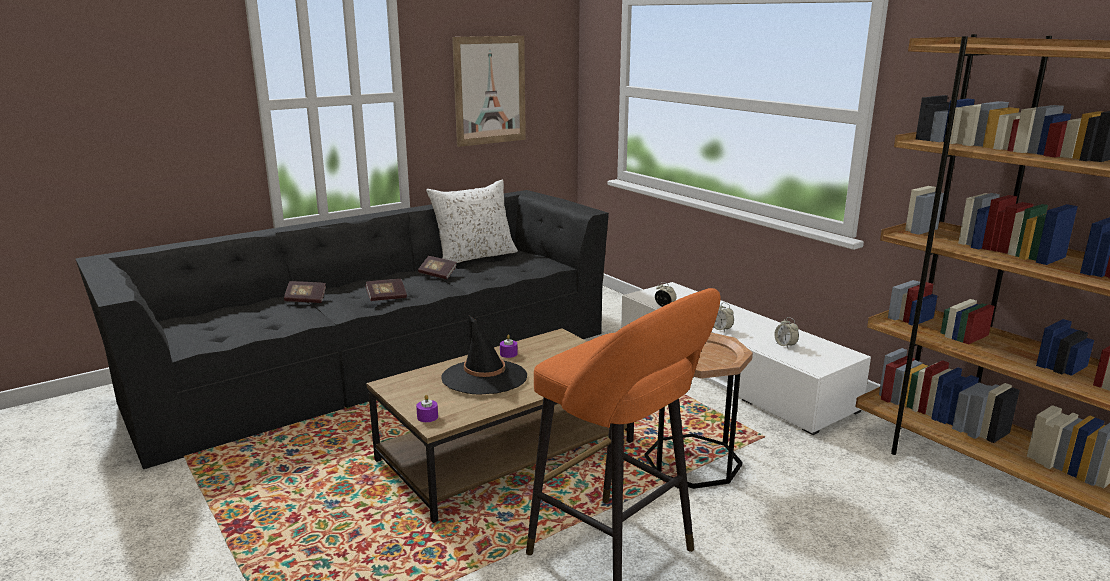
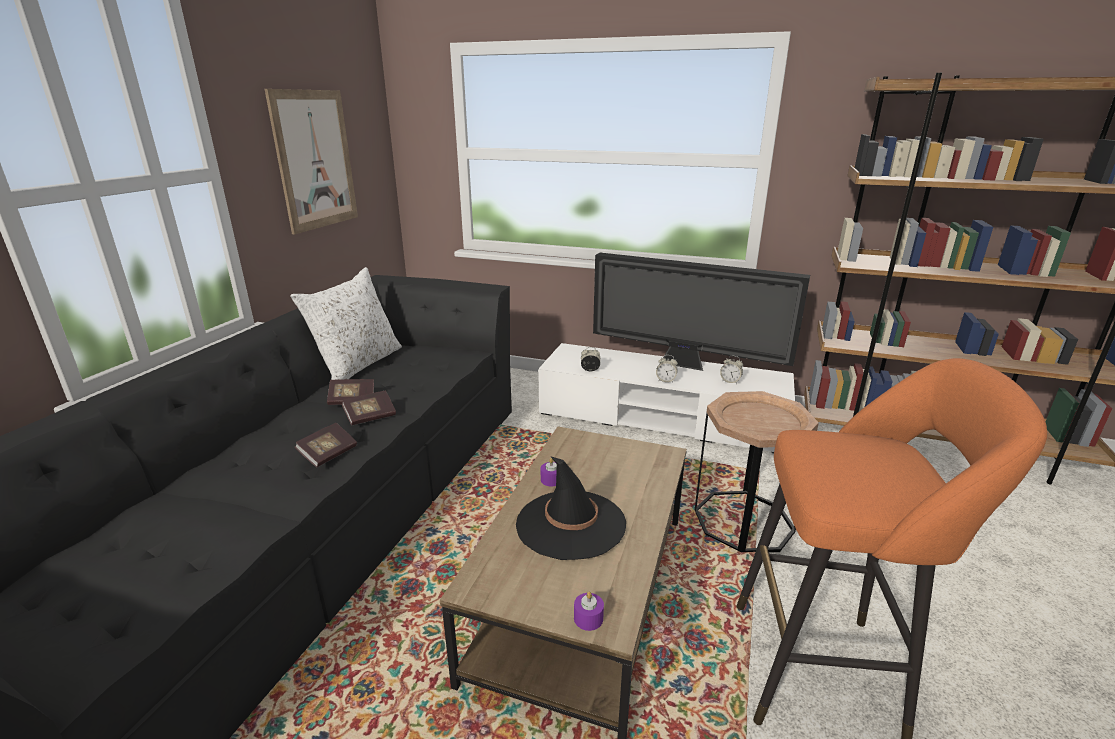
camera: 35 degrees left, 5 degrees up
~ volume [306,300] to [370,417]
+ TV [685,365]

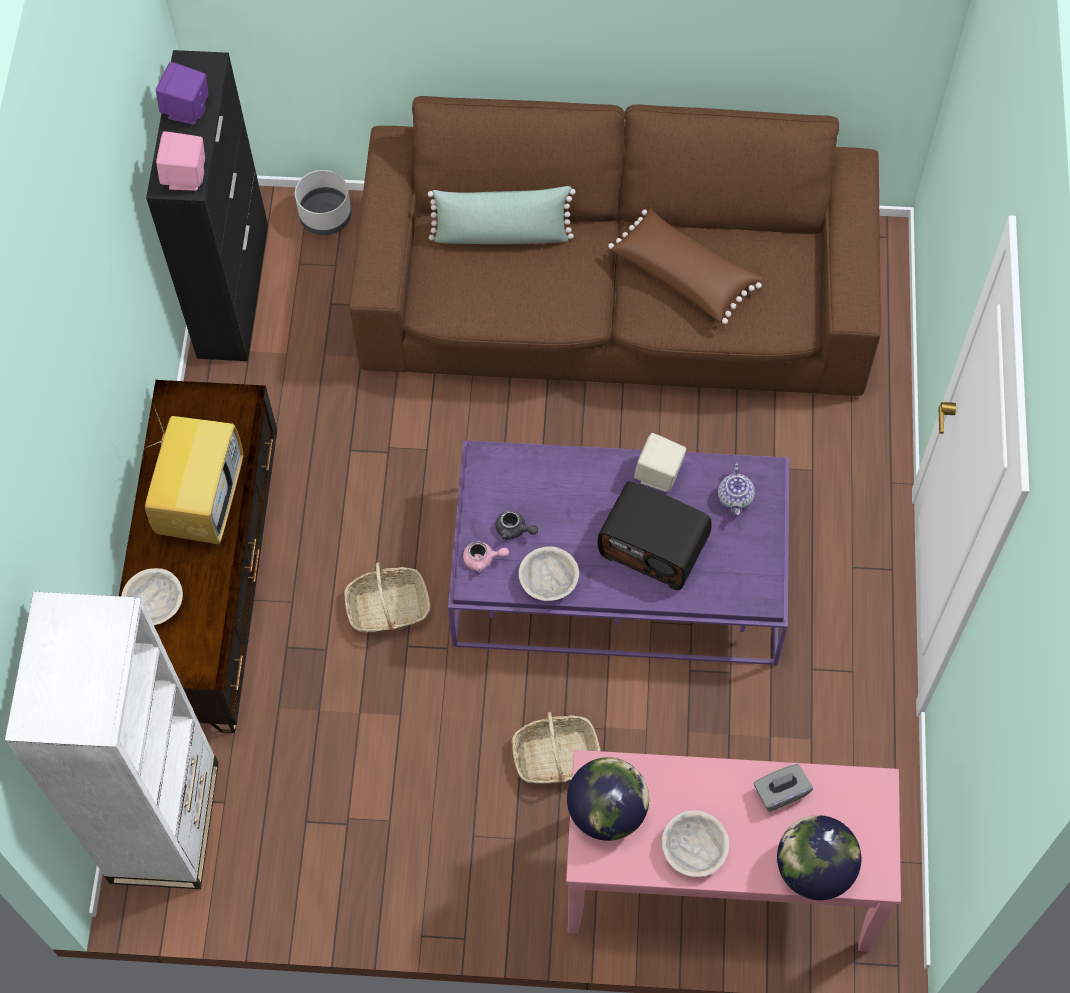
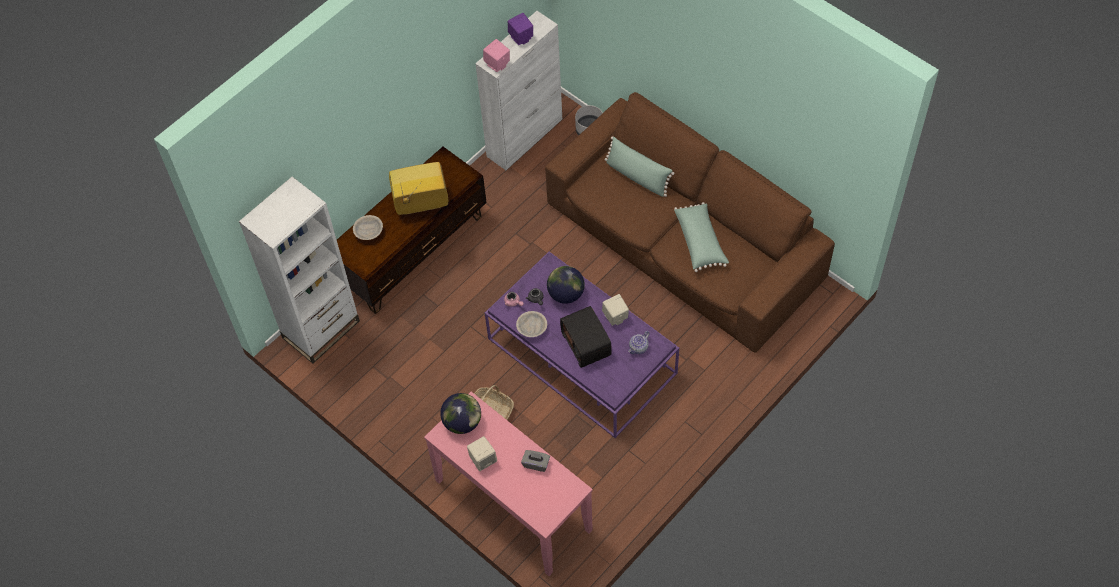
camera: 40 degrees right, 5 degrees down
~ black-coloured cabinet [233,289] to white cabinet [525,137]
~ brown-coloured cushion [684,274] to green-coloured cushion [700,241]
~ TV [201,499] = [420,204] 150 degrees counterclockwise
- household basket [388,608]
~ sand-coloured deep dish [694,848] to sand-coloured audio speaker [483,460]
~ world globe [813,868] to [566,294]

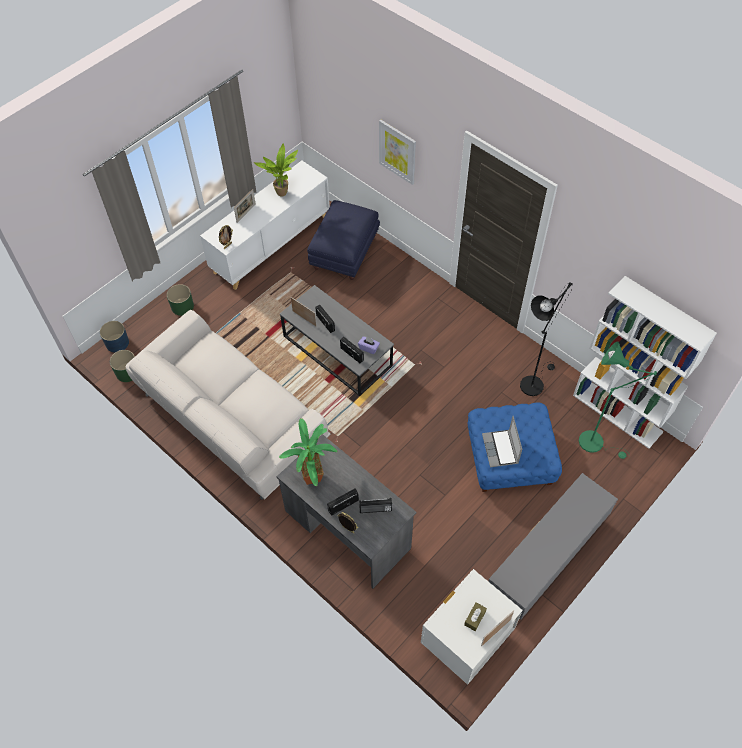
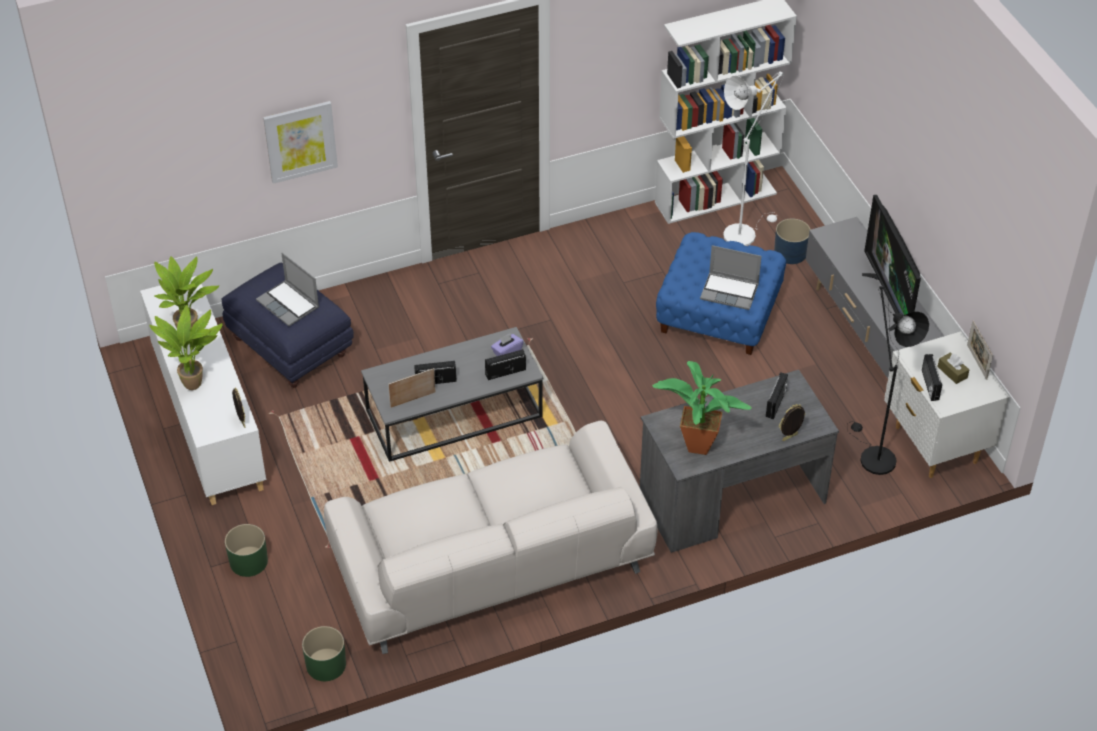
camera: 65 degrees left, 10 degrees down
~ photo frame [246,213] to potted plant [195,383]
~ black-coloured standard lamp [534,382] to [873,456]
~ blue planter [117,343] to [790,252]
~ green-coloured standard lamp [596,443] to white standard lamp [743,232]
~ radio set [343,505] to [929,385]
+ TV [890,299]
+ portable computer [289,304]

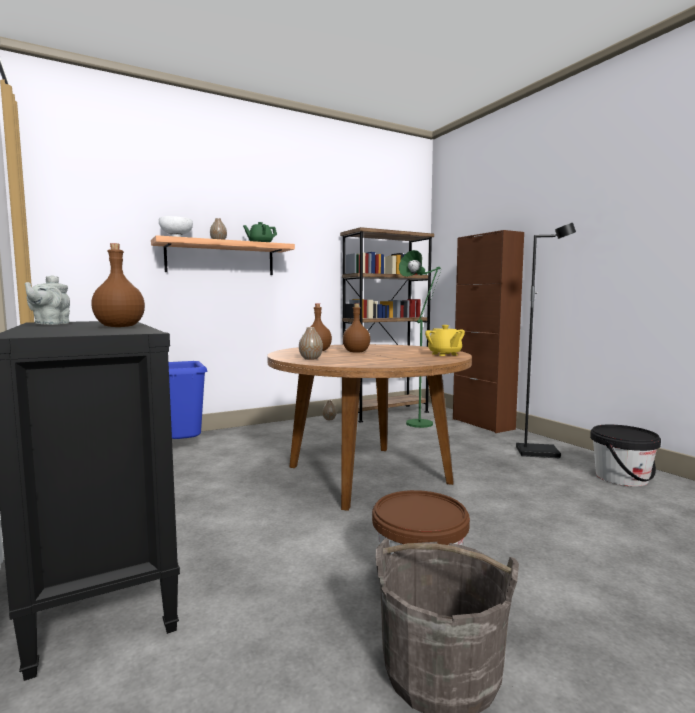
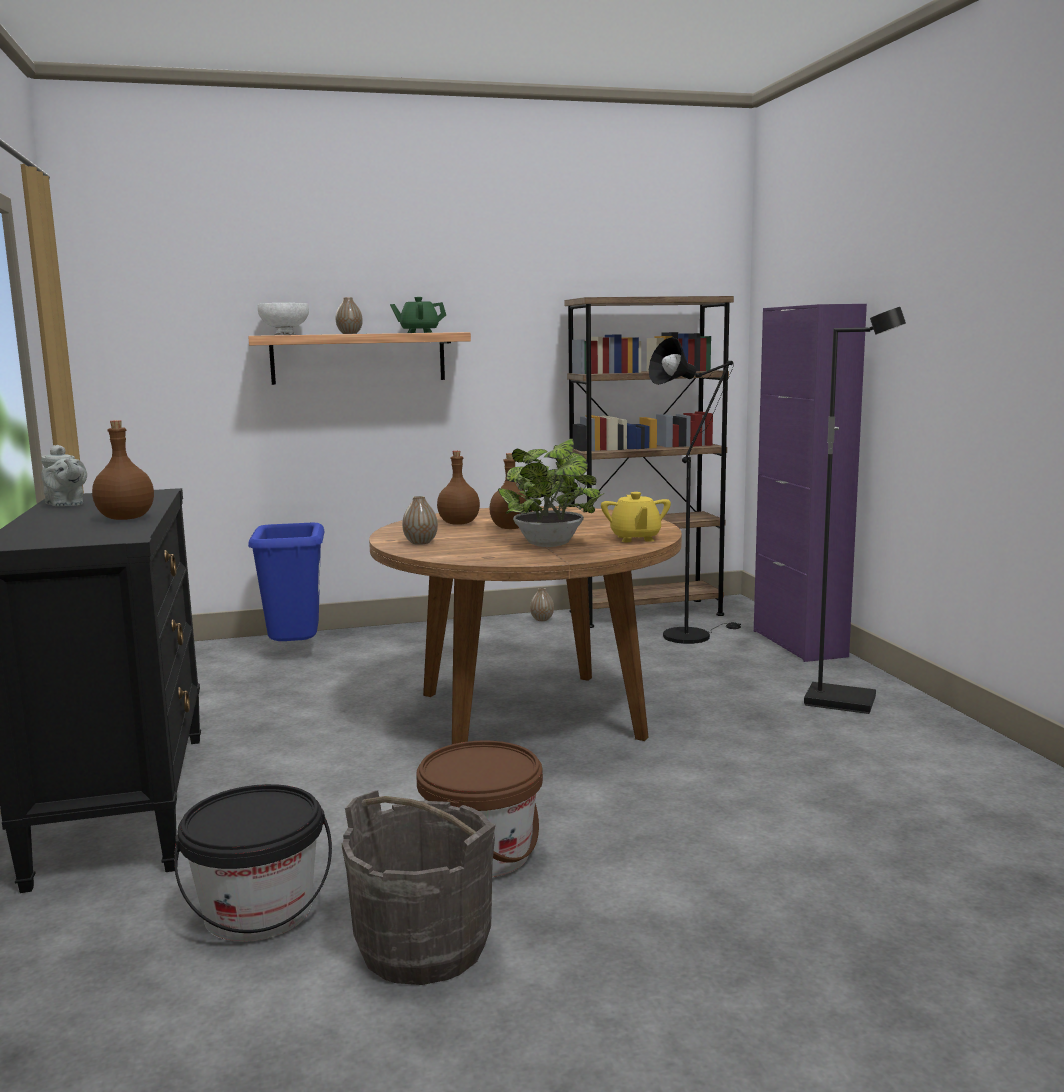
camera: 15 degrees right, 5 degrees up
~ brown-coloured cabinet [482,424] to purple-coloured cabinet [799,643]
~ green-coloured standard lamp [421,422] to black-coloured standard lamp [692,634]
~ gray teapot [50,324] = [66,505] 60 degrees counterclockwise
~ black-coloured water bucket [621,478] to [258,912]
+ potted plant [551,545]

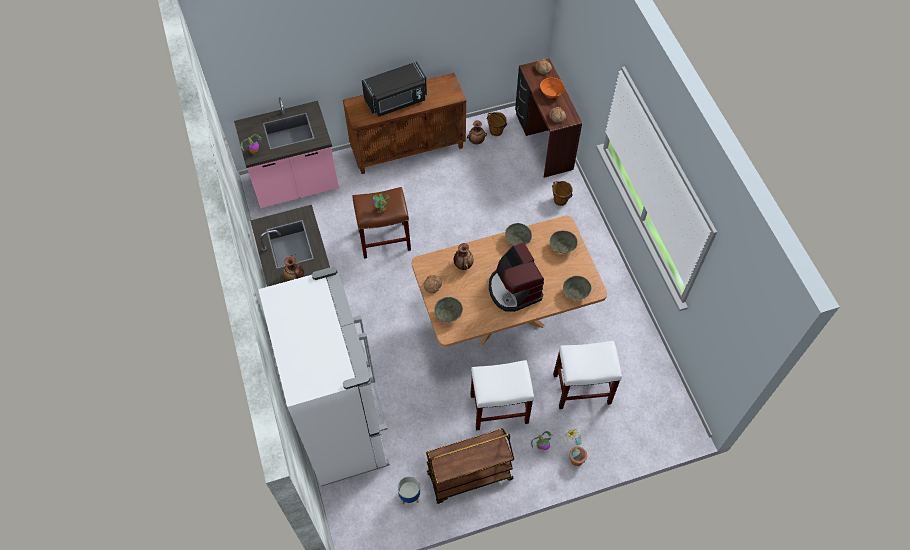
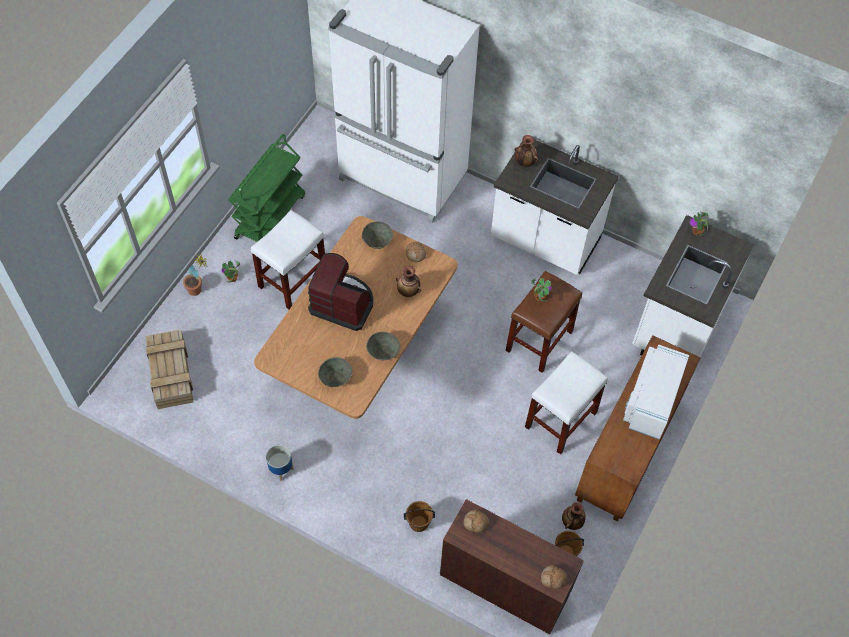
camera: 135 degrees right, 0 degrees up
~ black-coloured kitchen microwave [396,101] to white kitchen microwave [650,400]
- orange deep dish [551,93]
~ pinkish kitchen counter [296,185] to white kitchen counter [676,325]
- gray deep dish [575,292]
~ white sitting stool [581,389] to [561,419]
~ brown-coloured wheeled cart [469,477] to green-coloured wheeled cart [270,216]
~ planter [410,496] to [281,469]
+ packing crate [171,374]

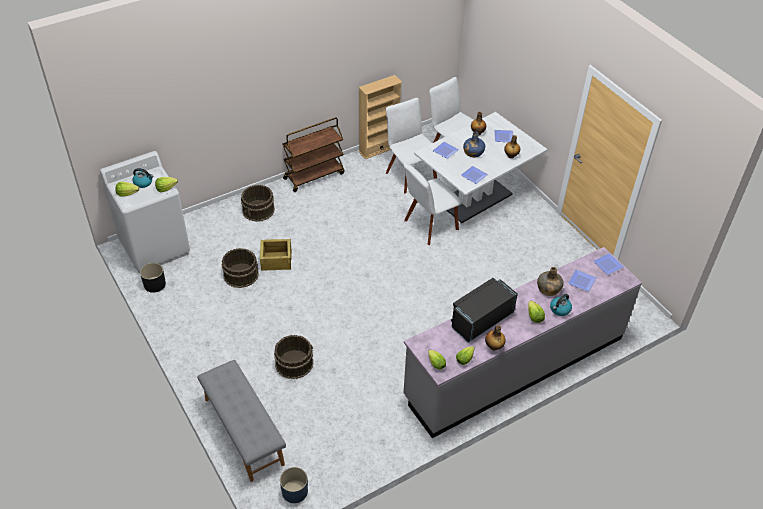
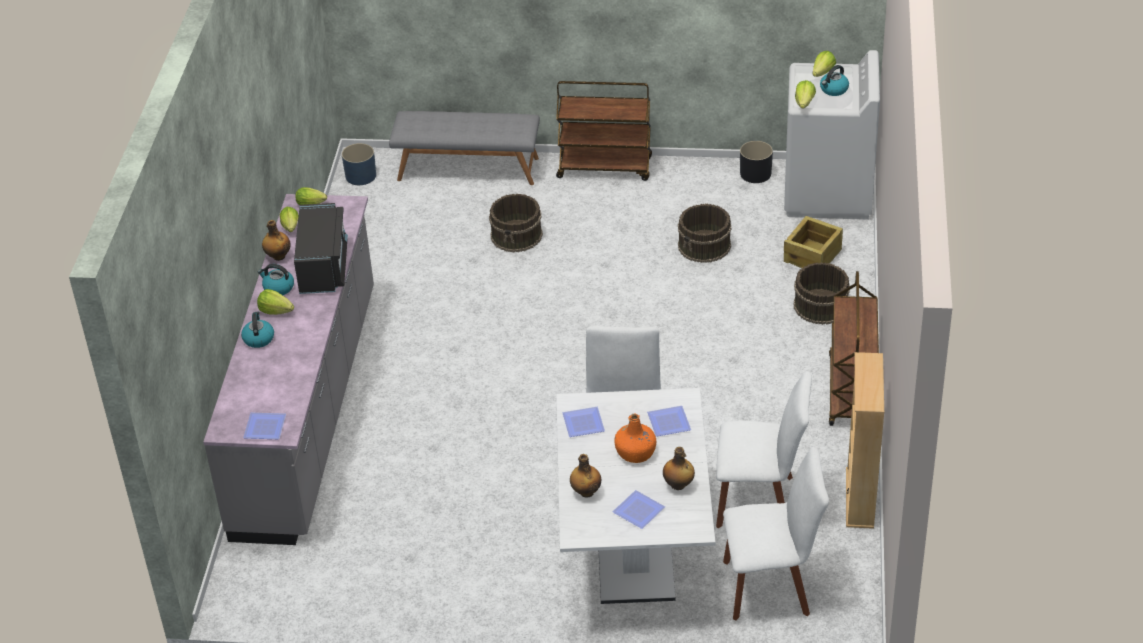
camera: 130 degrees right, 5 degrees down
~ blue drink bottle [473,152] to orange drink bottle [636,452]
~ packing crate [276,260] to [813,256]
- green-coloured drink bottle [548,289]
- flat dish [583,281]
+ brown-coloured wheeled cart [605,167]
+ kettle [278,288]

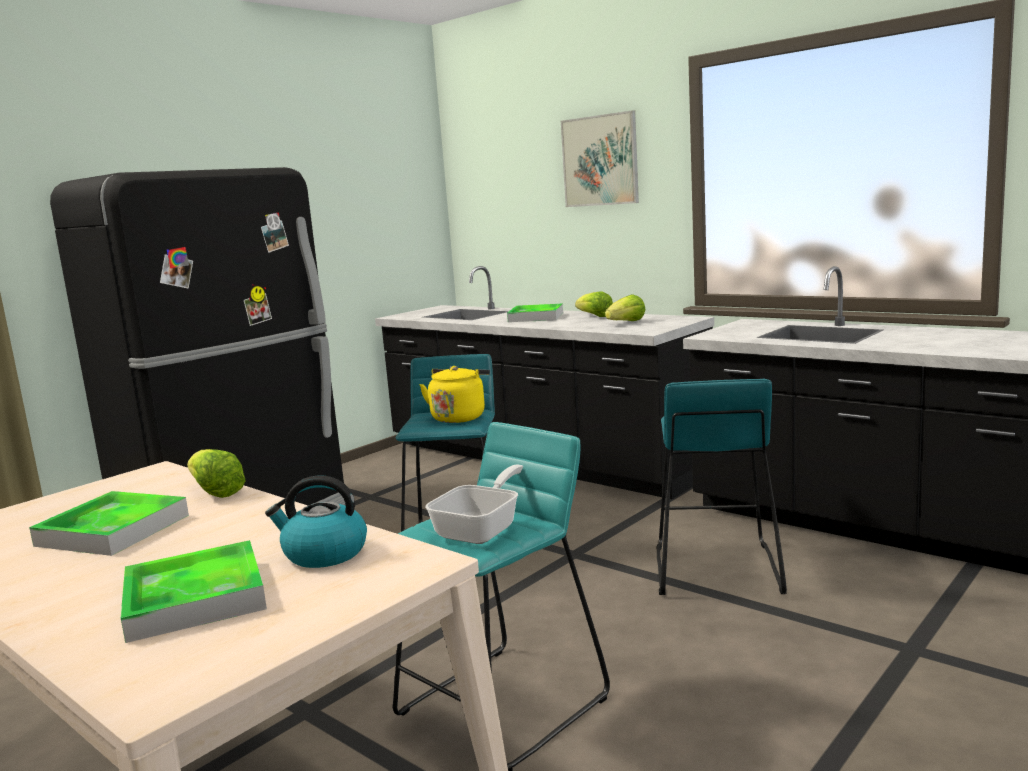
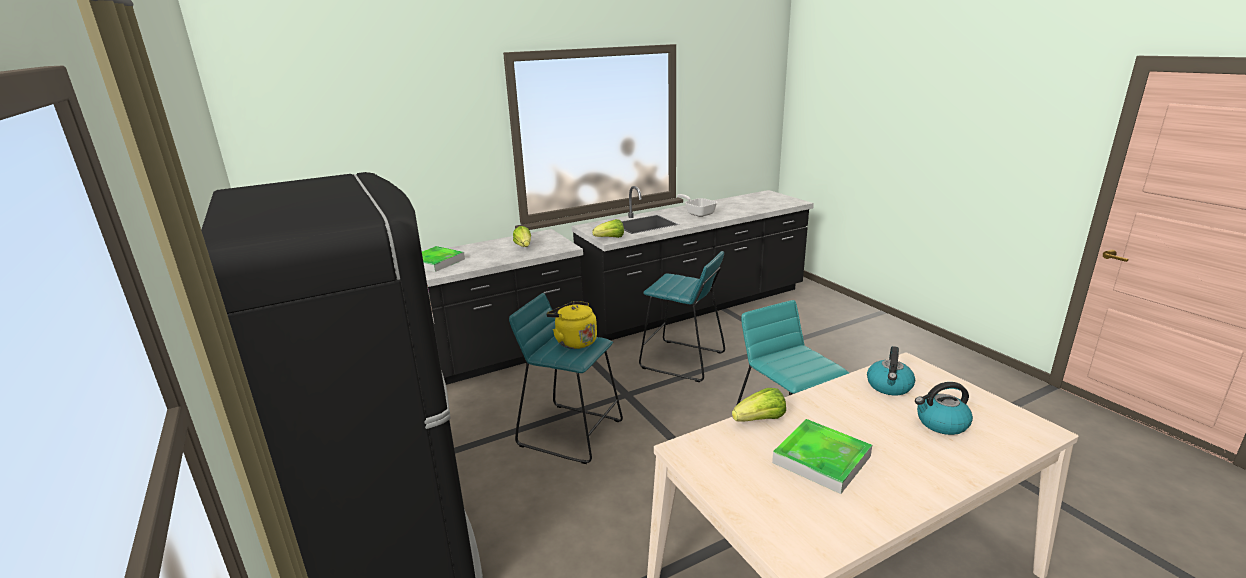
camera: 70 degrees left, 10 degrees up
- wall picture [600,160]
~ lettuce head [595,316] to [610,238]
~ skillet [483,529] to [698,213]
~ tray [195,598] to kettle [941,423]

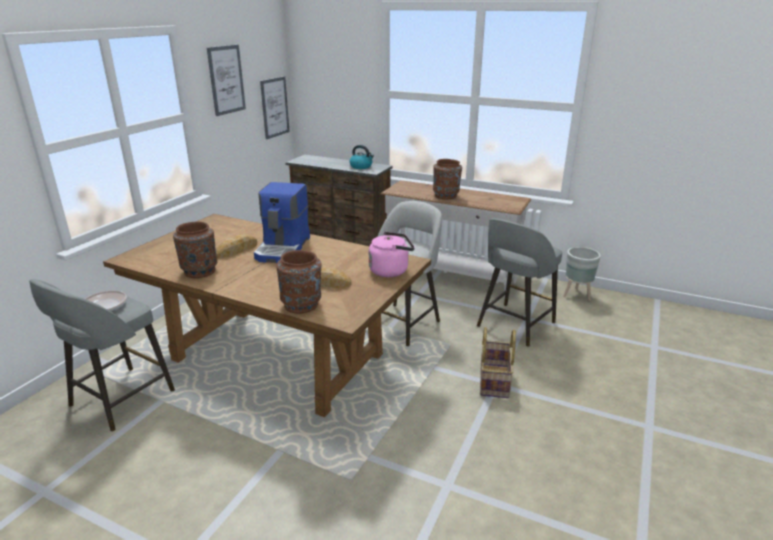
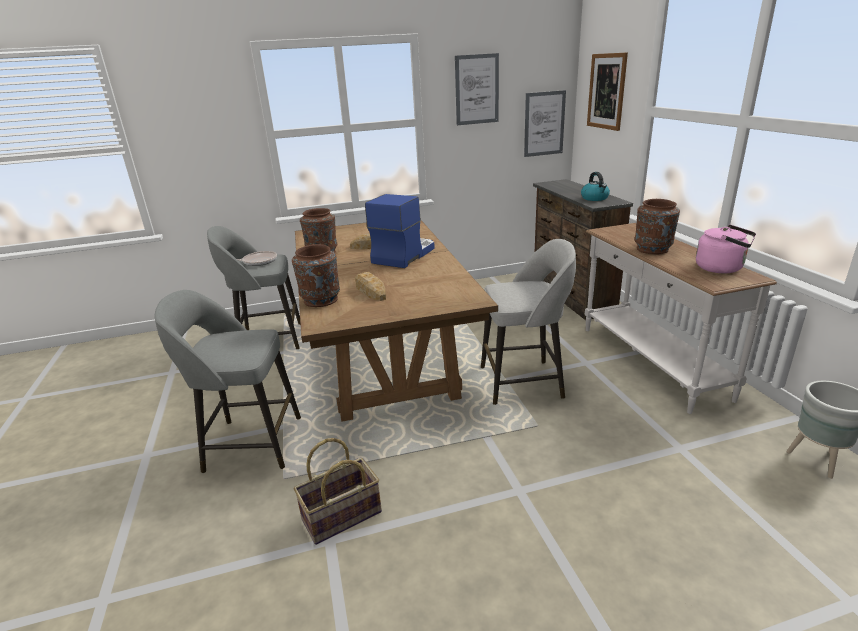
camera: 50 degrees right, 0 degrees up
~ coffee brewer [284,248] = [403,255] 150 degrees clockwise
~ gray sitting stool [514,325] to [250,444]
~ pinkish kettle [391,270] to [722,268]
~ household basket [495,381] to [342,516]
+ wall picture [606,91]

